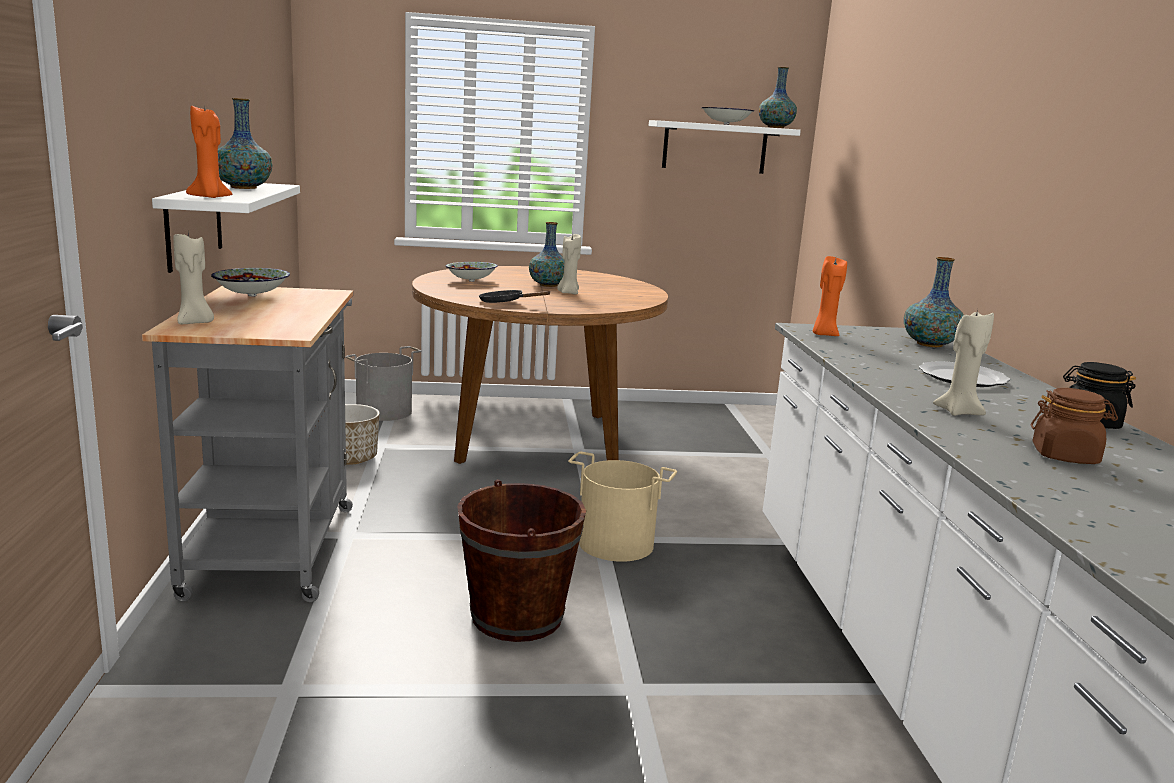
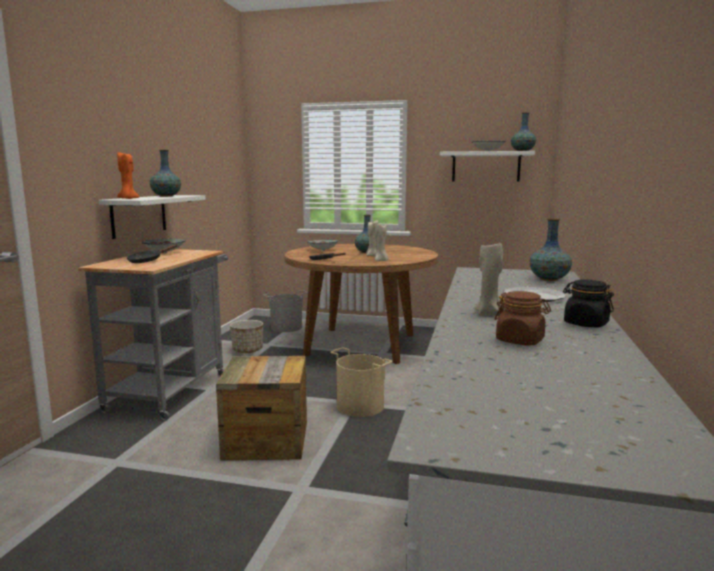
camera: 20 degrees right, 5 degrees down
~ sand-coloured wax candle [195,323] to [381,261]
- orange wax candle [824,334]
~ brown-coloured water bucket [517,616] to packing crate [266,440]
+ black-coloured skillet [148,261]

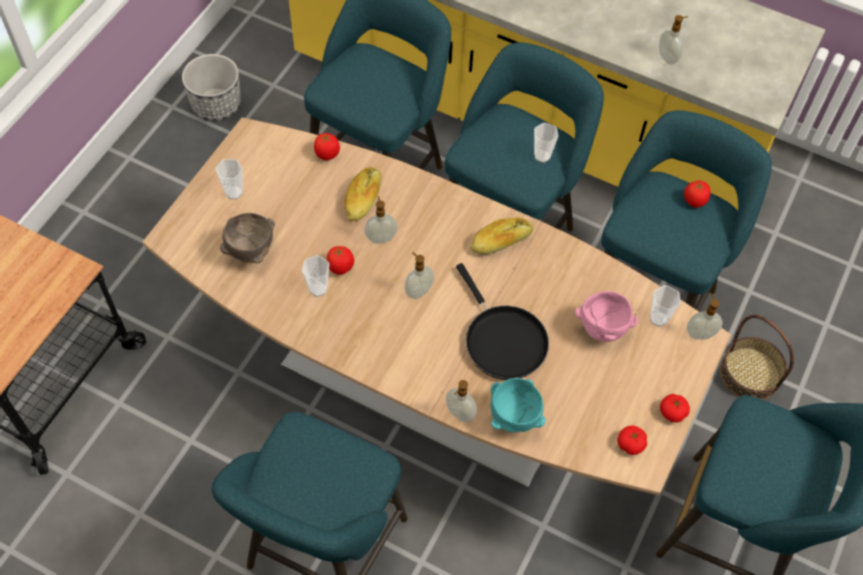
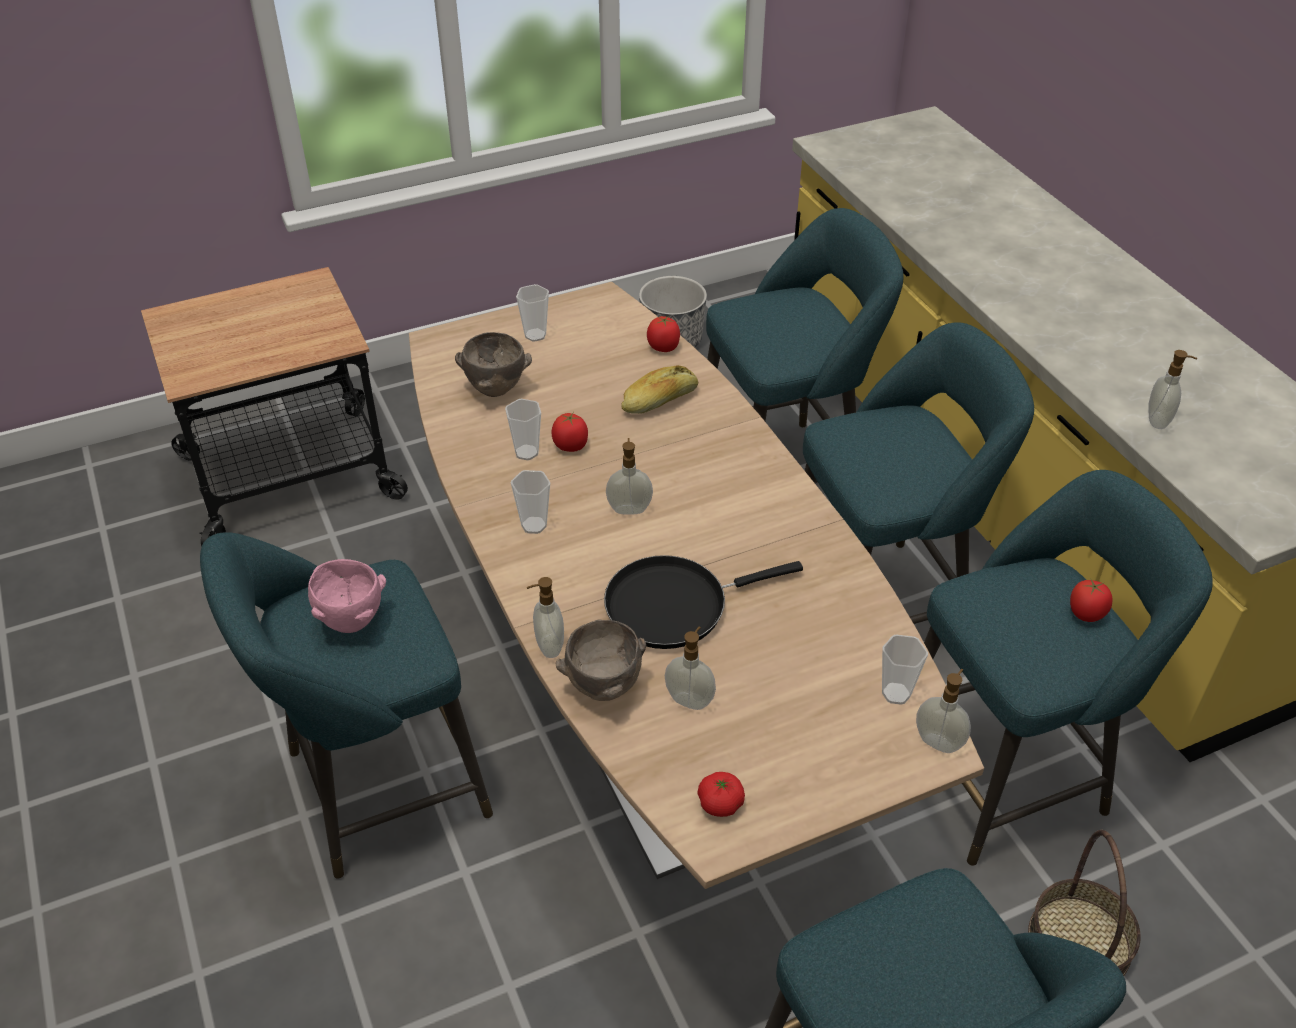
camera: 40 degrees right, 15 degrees down
~ cup [542,156] to [534,525]
~ soap dispenser [381,237] to [690,699]
- baked bread [501,241]
~ black-coloured skillet [502,340] = [674,605] 60 degrees clockwise
~ pinkish deep dish [603,330] to [352,623]
~ turquoise-coloured deep dish [512,418] to brown-coloured deep dish [603,687]
- tomato [672,412]

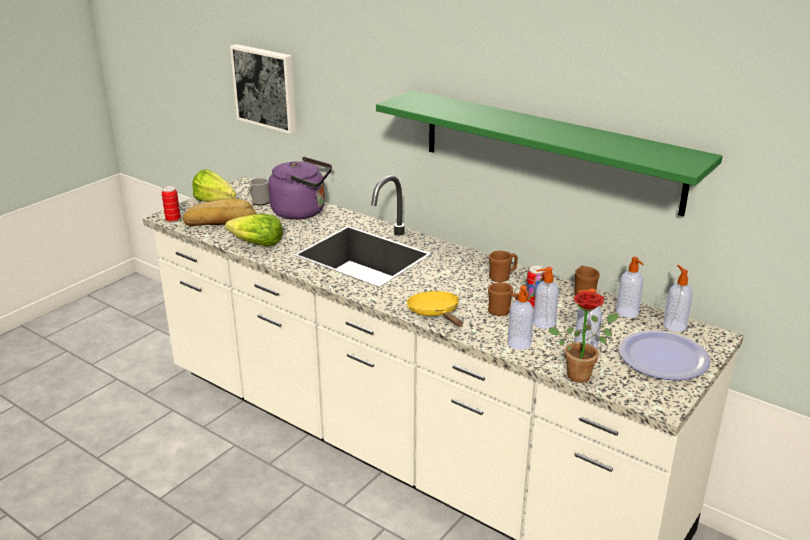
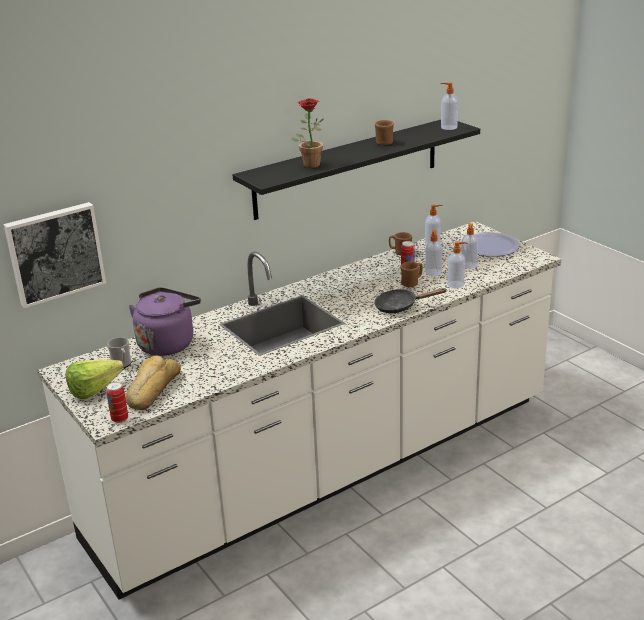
camera: 70 degrees left, 0 degrees up
~ green-coloured bracket shelf [548,150] to black-coloured bracket shelf [347,168]
- lettuce head [256,244]
~ brown-coloured coffee mug [502,277] to [383,142]
~ soap dispenser [674,325] to [448,127]
~ yellow-coloured skillet [435,313] to black-coloured skillet [400,306]
~ potted plant [582,373] to [310,164]

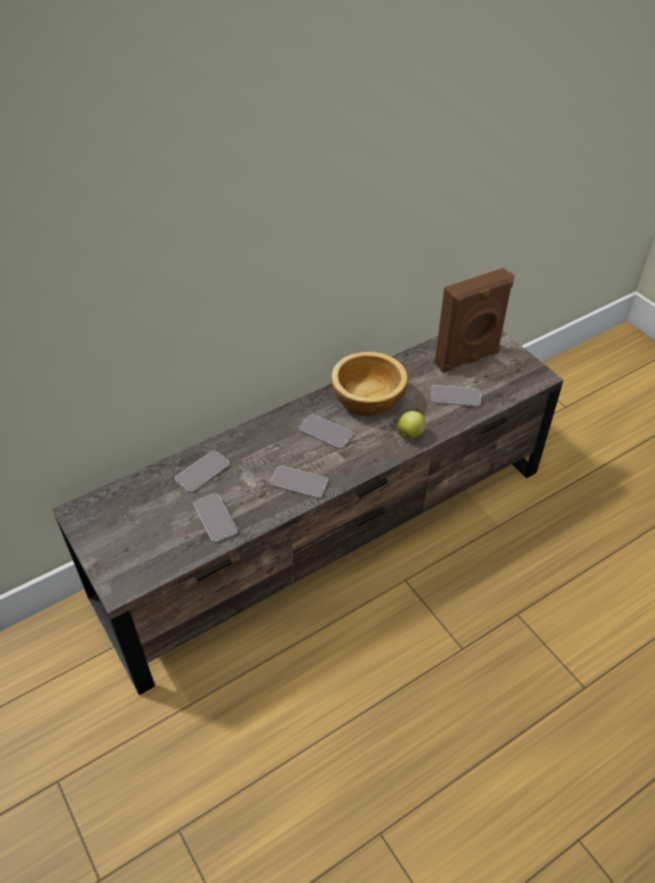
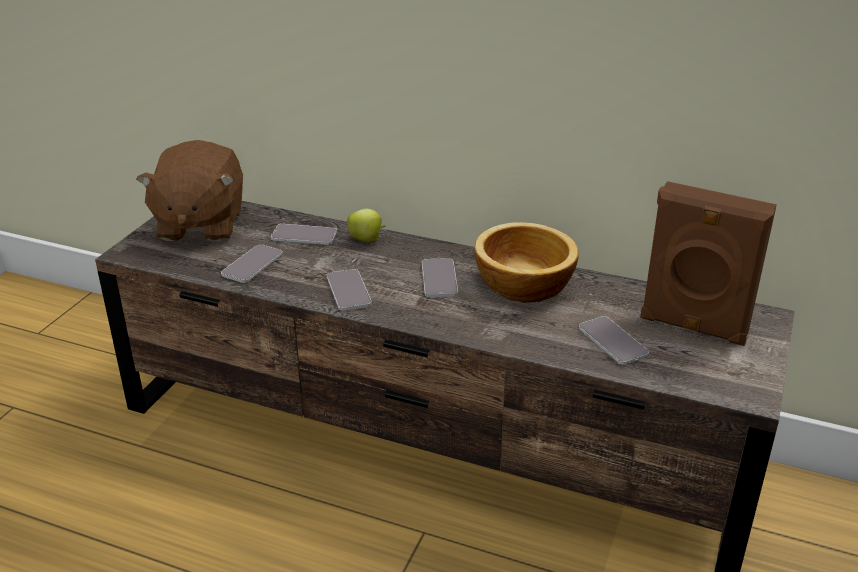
camera: 55 degrees right, 15 degrees down
~ apple [410,434] to [367,240]
+ brown-coloured soft toy [200,225]

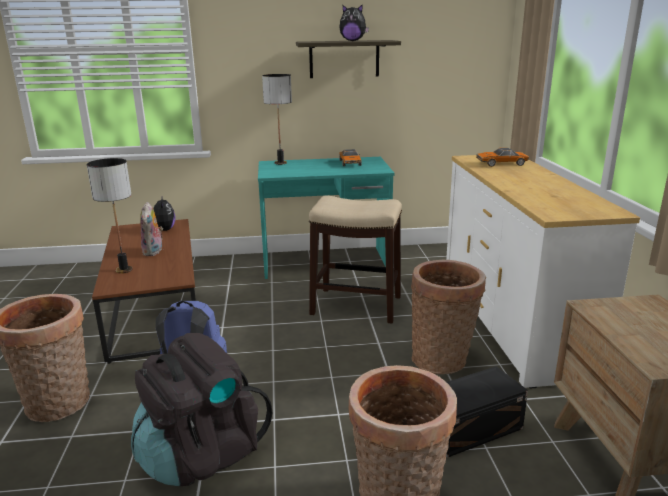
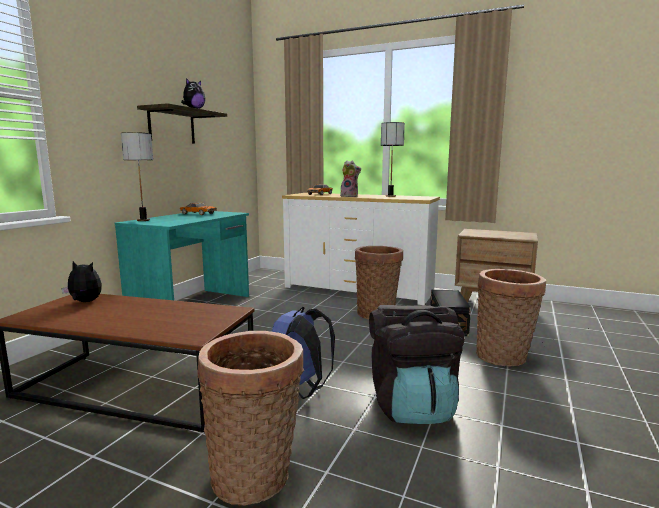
camera: 60 degrees left, 10 degrees down
~ tabletop lamp [124,270] to [390,196]
- sitting stool [355,305]
~ soft toy [154,252] to [350,196]

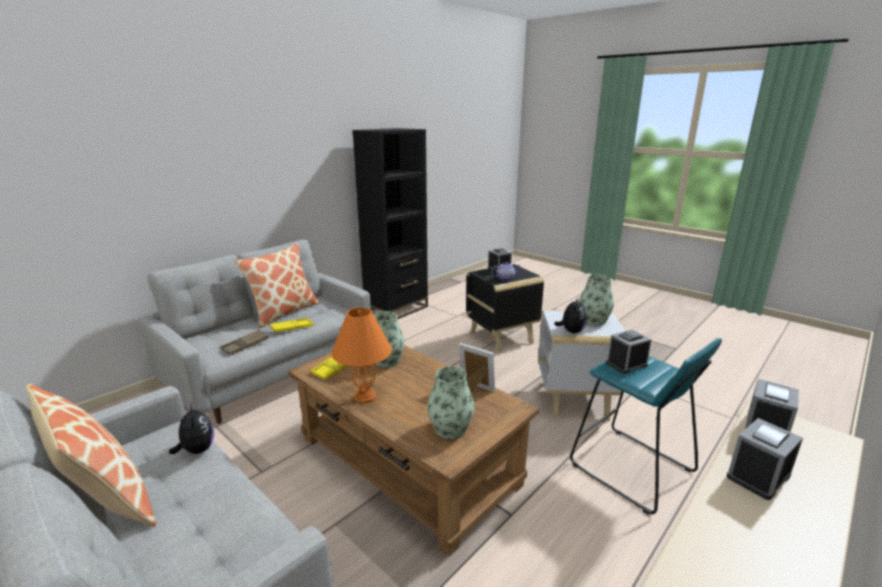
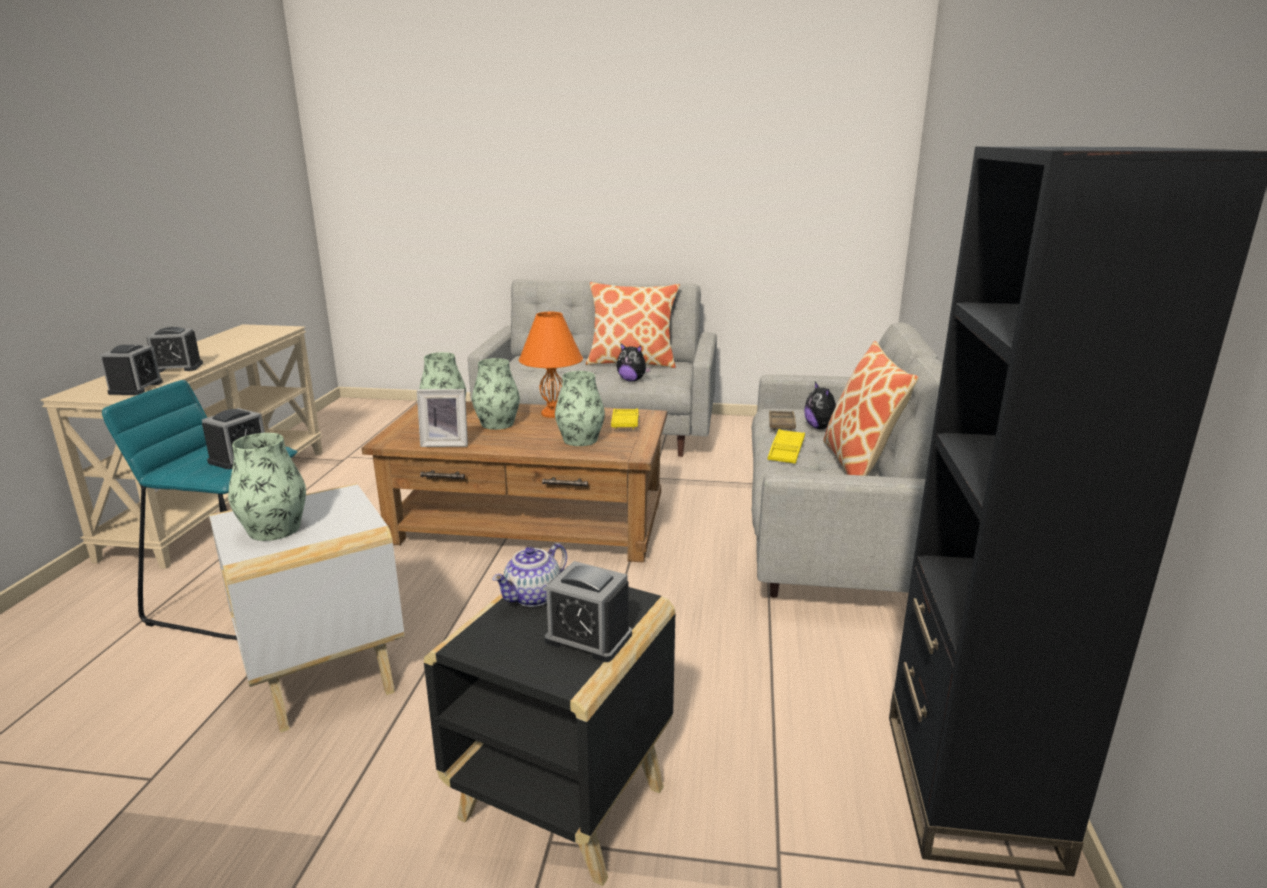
camera: 145 degrees right, 0 degrees up
~ soft toy [571,331] to [820,428]
~ bedside clock [758,476] = [177,367] 60 degrees clockwise
+ vase [497,424]

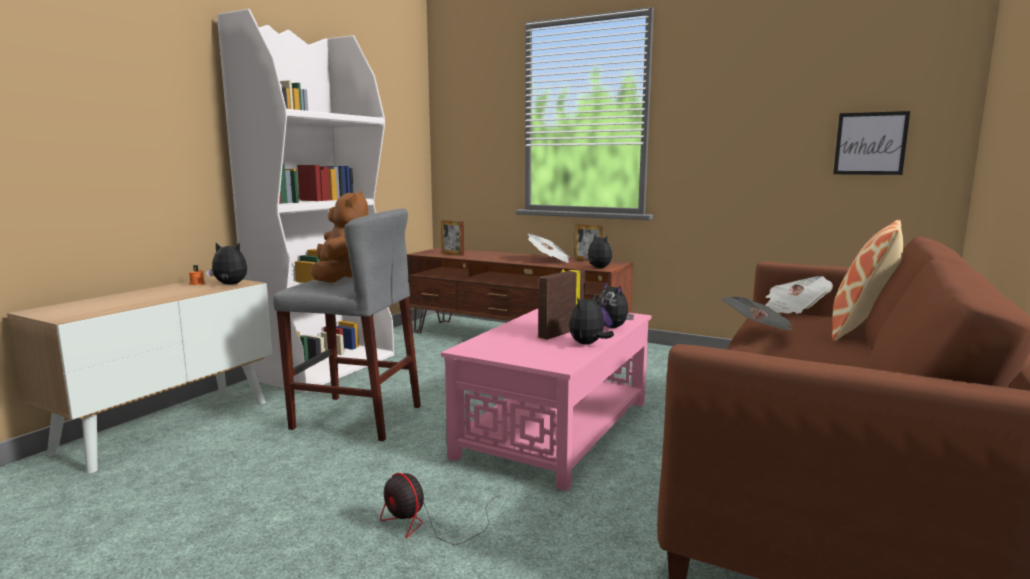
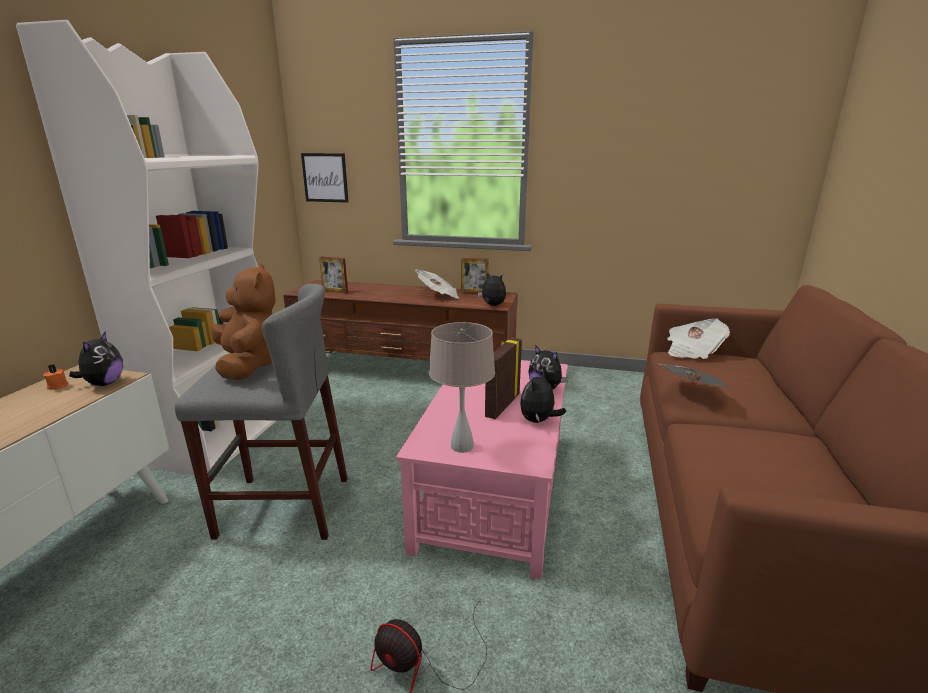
camera: 15 degrees left, 10 degrees up
~ wall picture [870,143] to [325,177]
- cushion [861,329]
~ soft toy [229,285] = [104,383] 105 degrees clockwise
+ sand-coloured tabletop lamp [461,446]

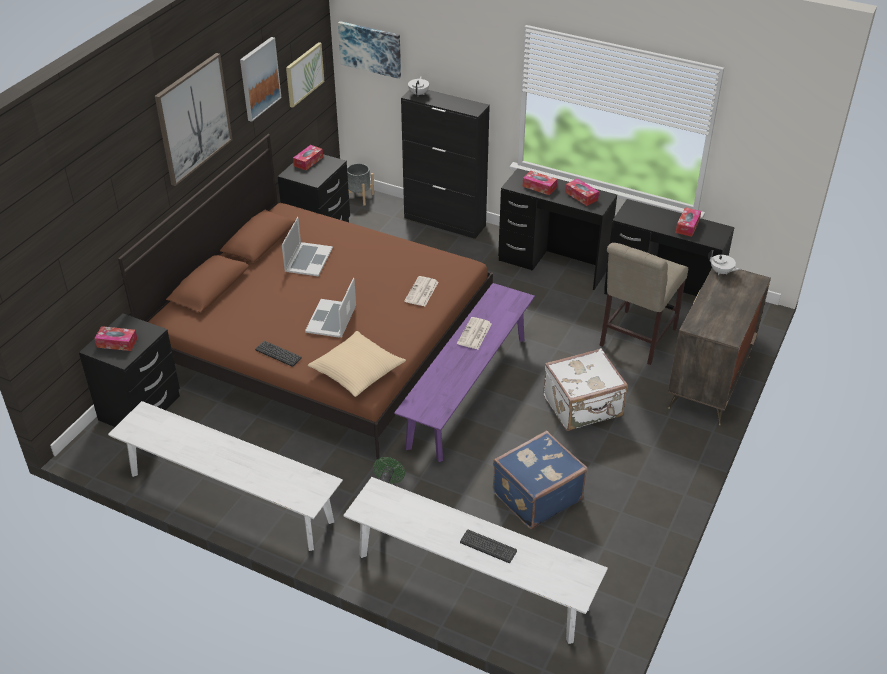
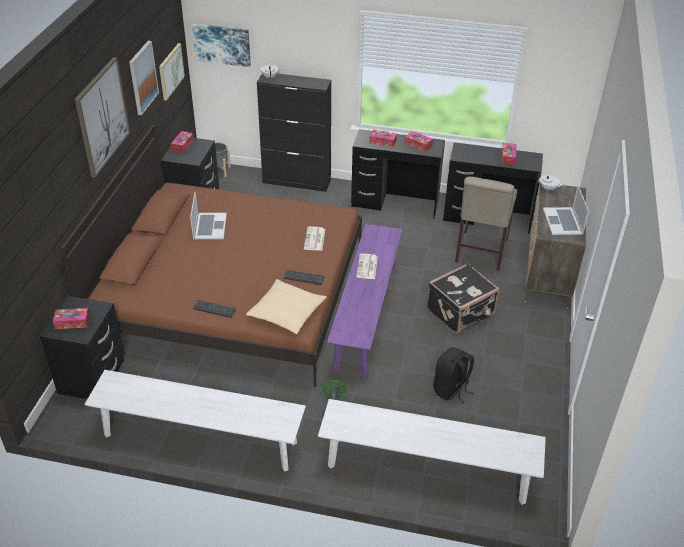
camera: 15 degrees left, 0 degrees up
~ portable computer [331,319] to [563,221]
~ white suitcase [583,407] to black-coloured suitcase [461,312]
~ blue suitcase [535,495] to black-coloured knapsack [451,389]
~ keyboard [488,546] to [304,277]

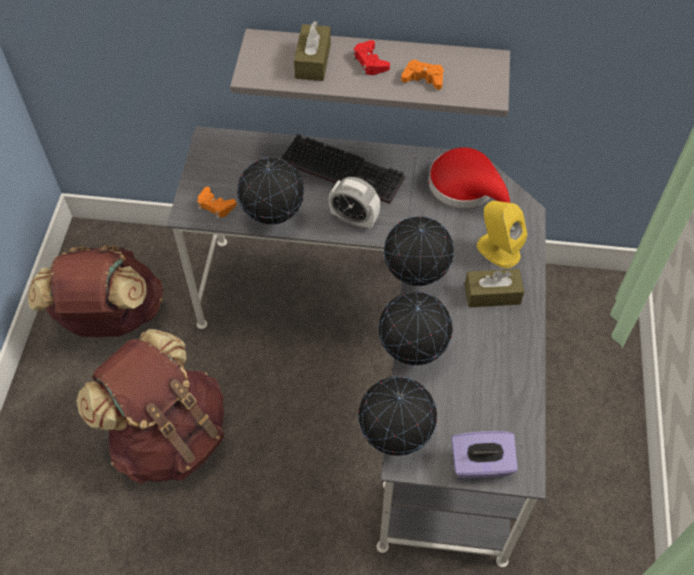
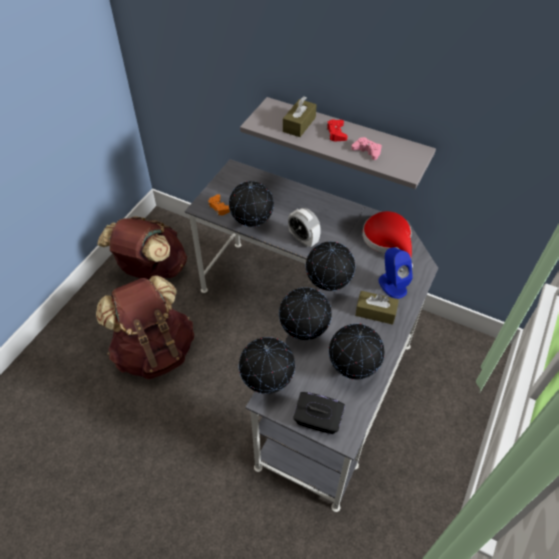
camera: 20 degrees right, 5 degrees down
~ orange joypad [423,79] to pinkish joypad [367,151]
- keyboard [345,169]
~ yellow-coloured audio speaker [498,250] to blue audio speaker [392,285]
~ purple-coloured box of tissues [481,464] to black-coloured box of tissues [317,420]
+ world globe [352,369]

